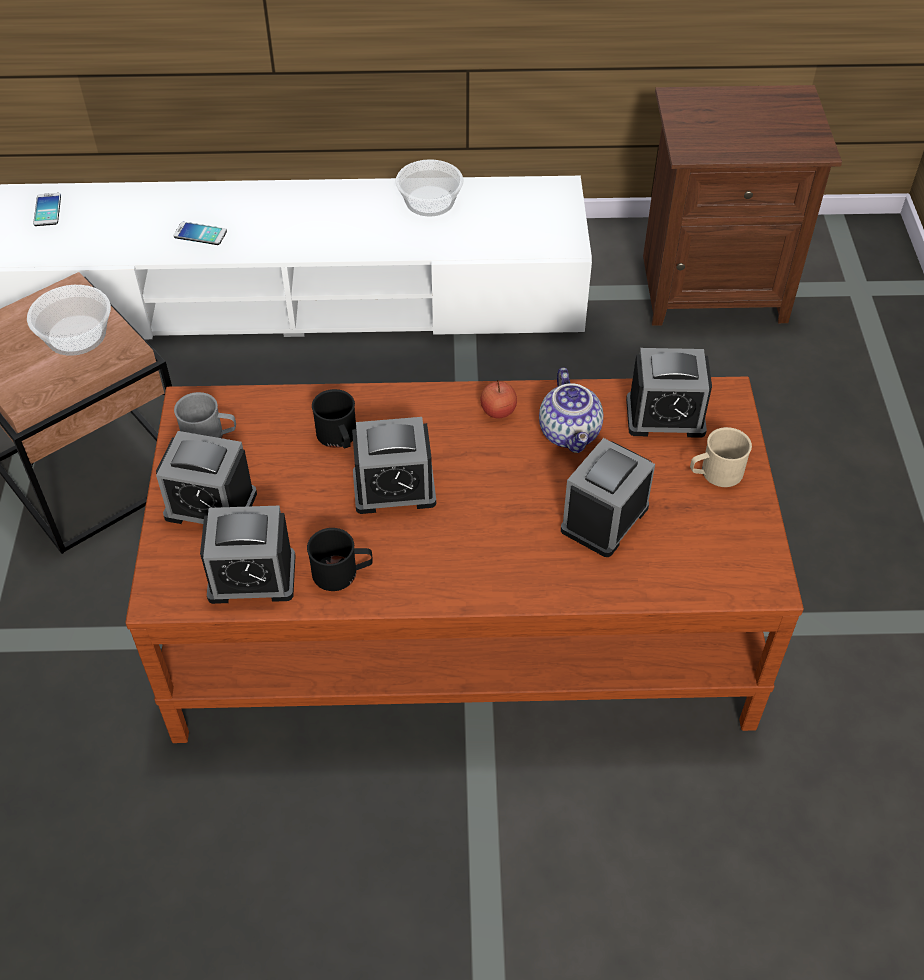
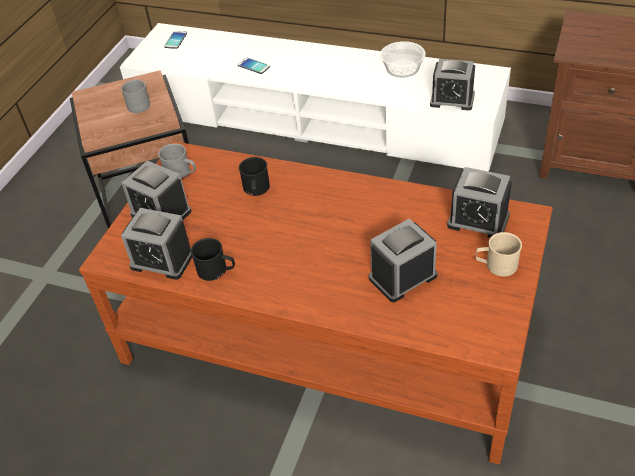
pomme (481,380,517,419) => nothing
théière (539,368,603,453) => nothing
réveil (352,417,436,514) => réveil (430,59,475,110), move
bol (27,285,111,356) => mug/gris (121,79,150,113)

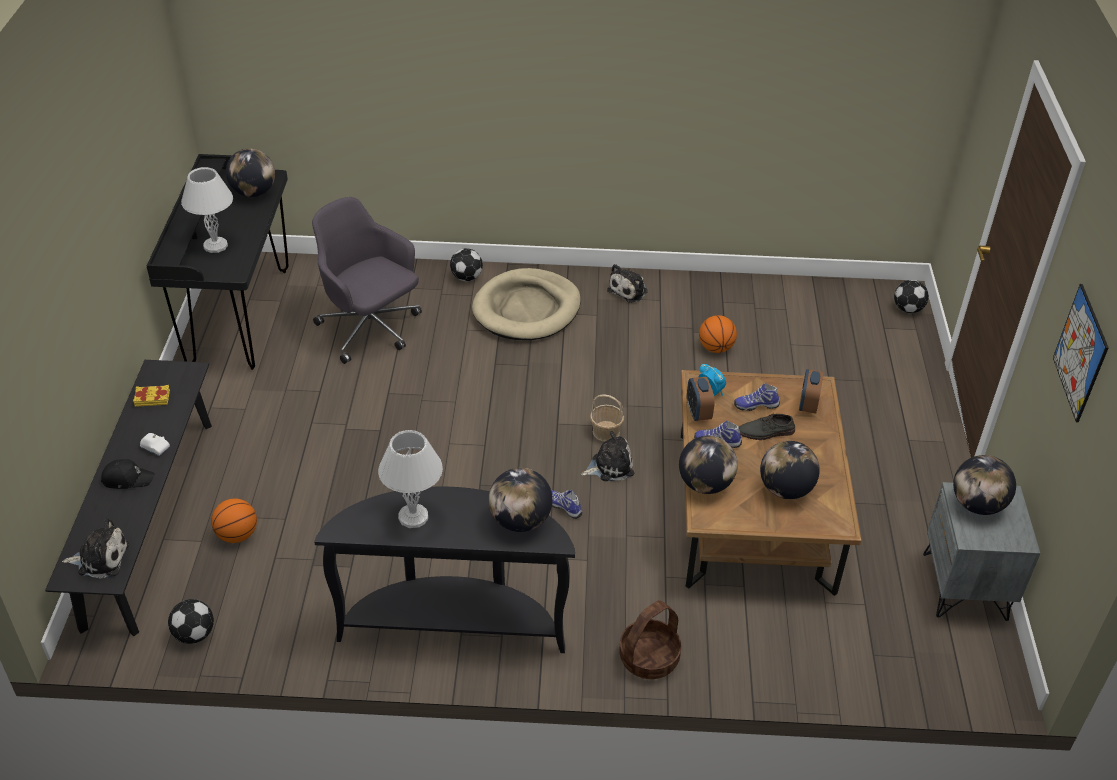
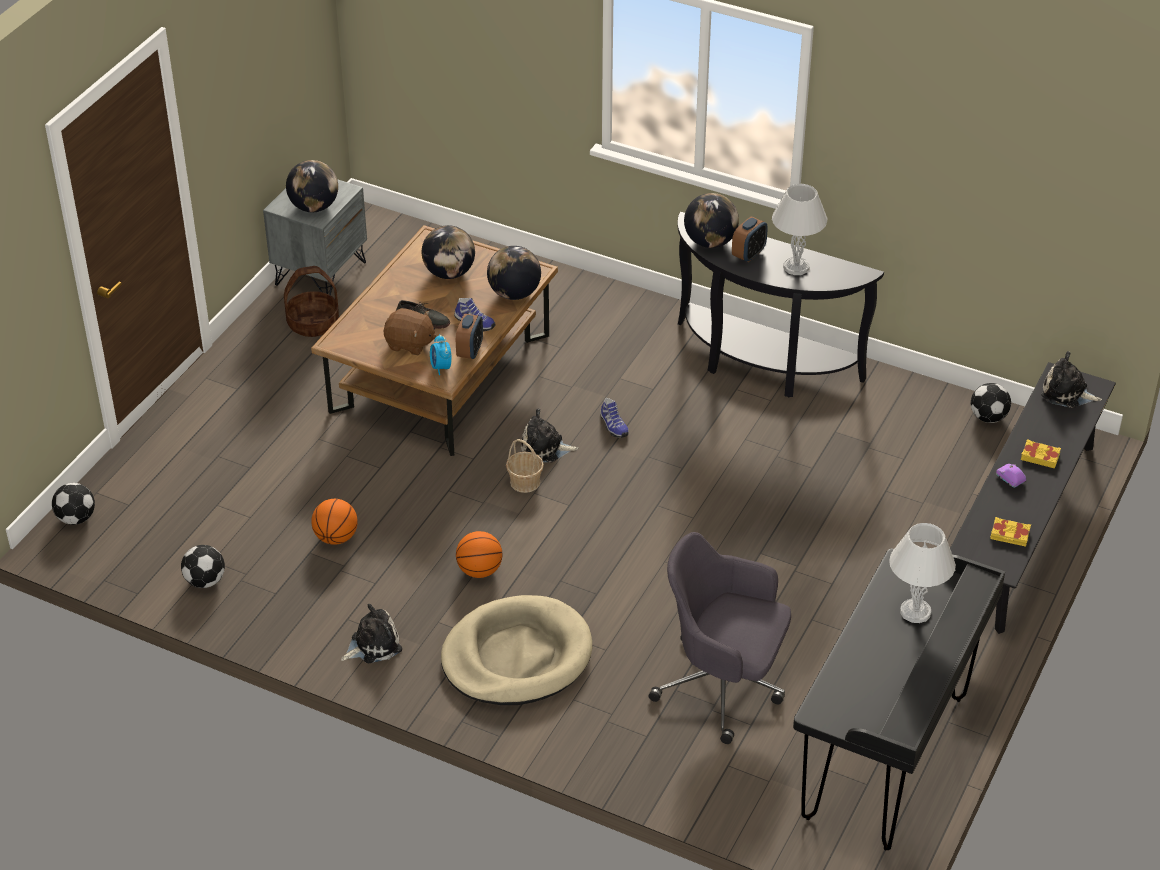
globe (226,148,275,197) => nothing
tableau (1053,284,1109,423) => nothing
ballon de basket (211,498,257,543) => ballon de basket (456,531,502,578), move
ballon de foot (450,248,483,281) => ballon de foot (181,545,225,588), move
panier (619,600,682,679) => panier (284,266,339,337), move
réveil (799,369,823,414) => réveil (732,217,768,262), move
casquette/noir (101,459,155,489) => livre/jaune (1021,439,1061,468)
chaussure (734,383,780,411) => peluche/marron (383,308,437,355)
petite voiture/blanc (140,433,170,456) => petite voiture/violet (996,464,1026,488)
chaise de bureau/gris (312,197,422,364) => chaise de bureau/gris (649,532,791,744), 135 degrees clockwise

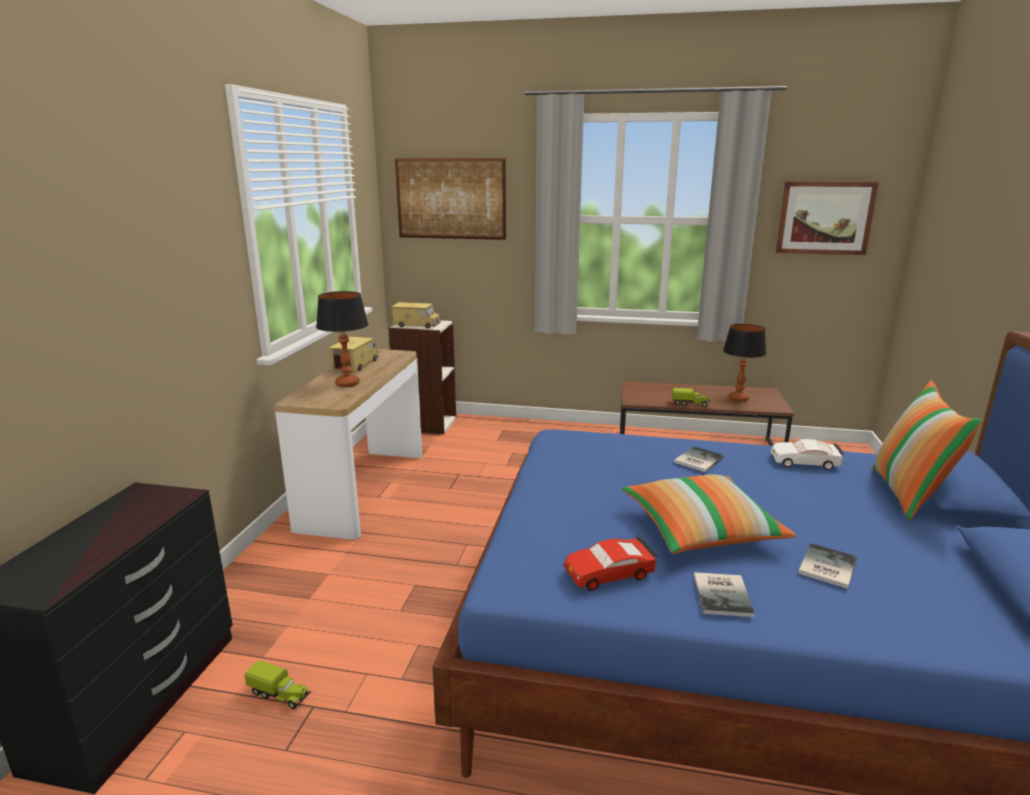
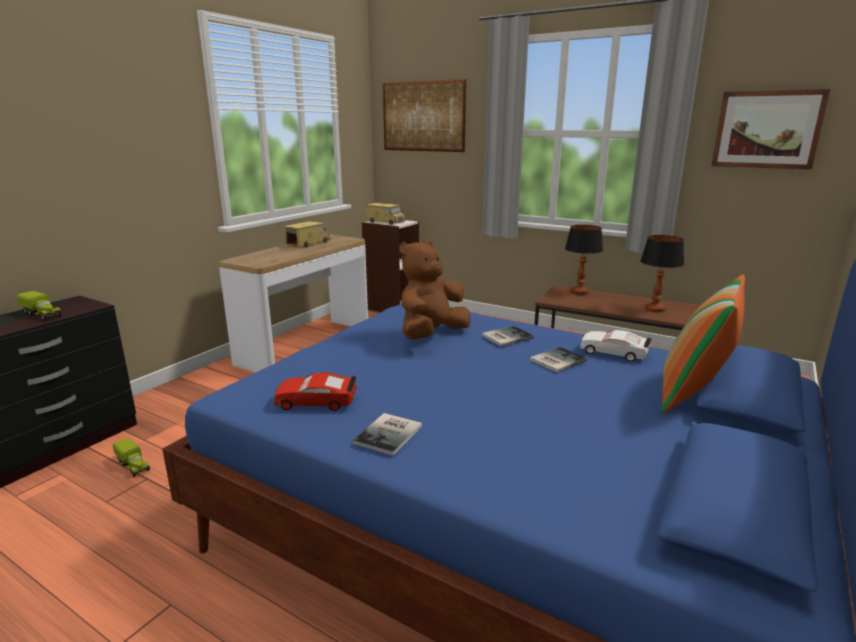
coussin (622,474,796,554) => nothing
nothing => peluche/marron (399,240,471,340)
lampe de table (316,291,368,387) => lampe de table (565,225,603,295), move
camion jouet (672,387,710,407) => camion jouet (17,291,62,321), move
livre (798,543,857,588) => livre (530,347,587,372), move

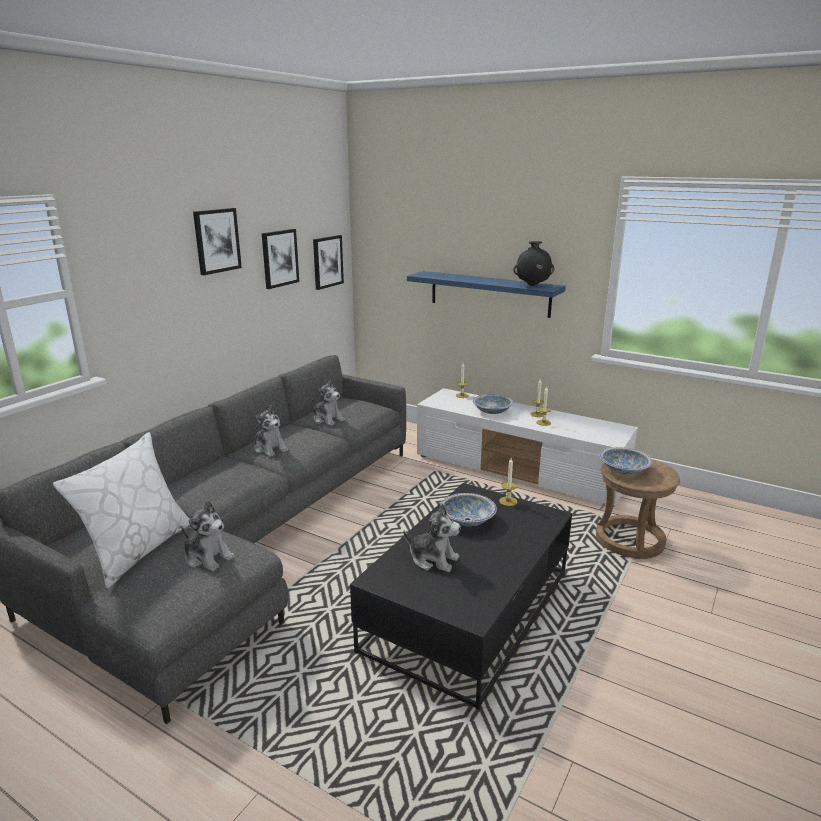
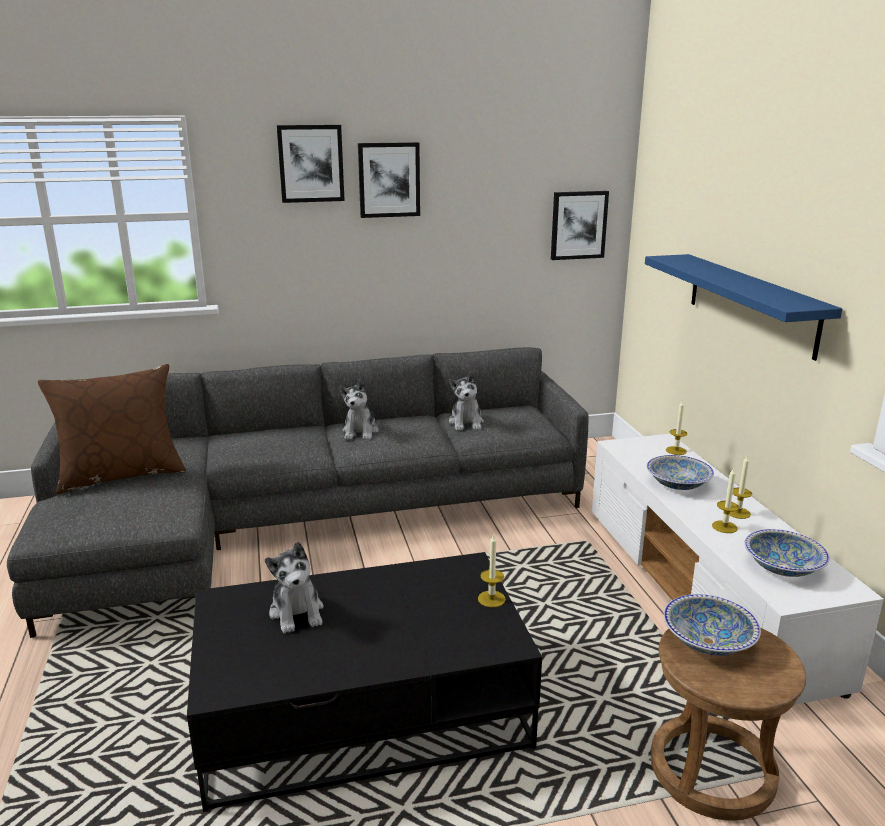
peluche (181,501,234,571) => nothing
vase/noir (513,241,554,286) => nothing
tableau (262,229,299,289) => tableau (277,125,345,203), move
bol (440,493,497,526) => bol (744,529,829,577), move
coussin/blanc (53,432,190,589) => coussin/marron (38,364,186,494)

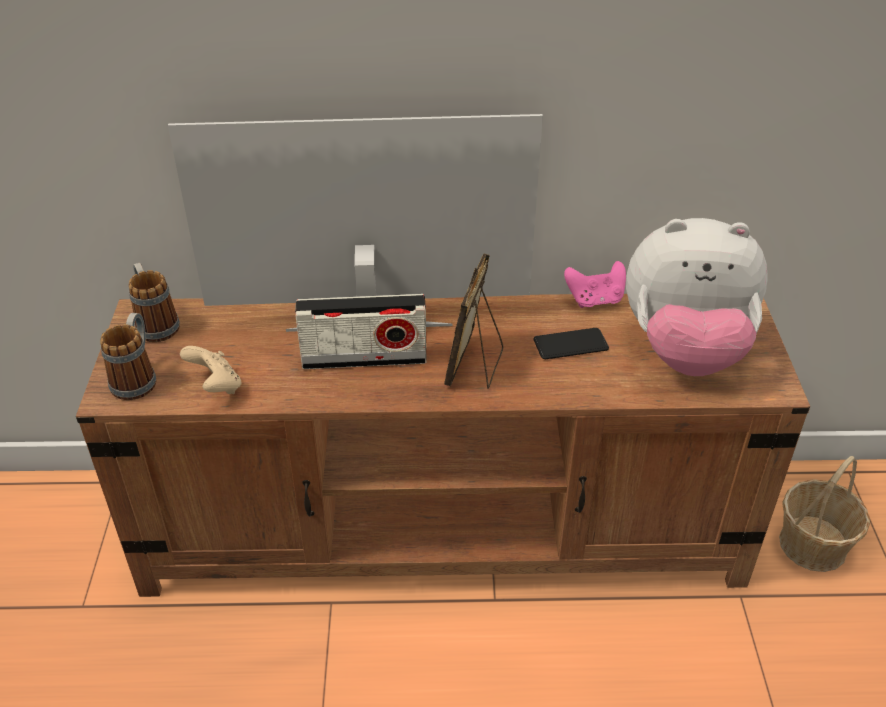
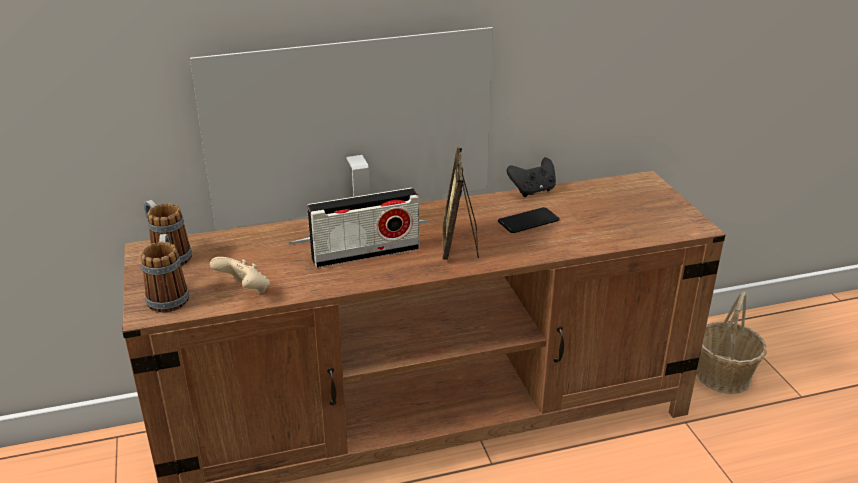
peluche (626,218,768,376) => nothing
manette/rose (564,261,626,308) => manette/noir (506,157,556,197)

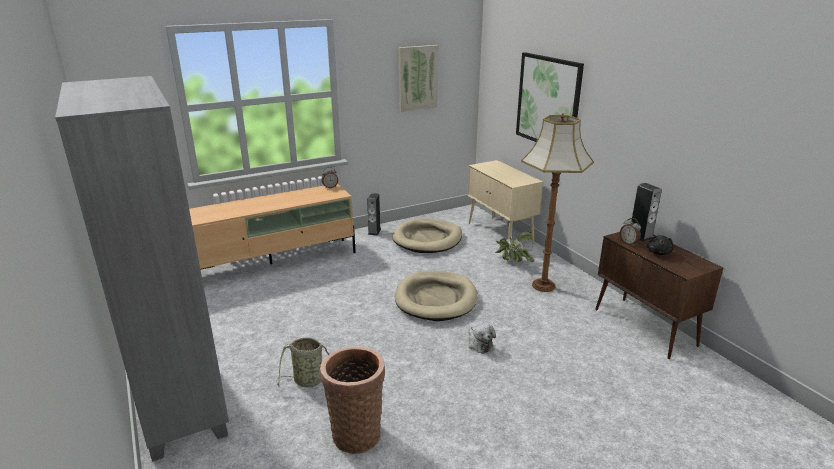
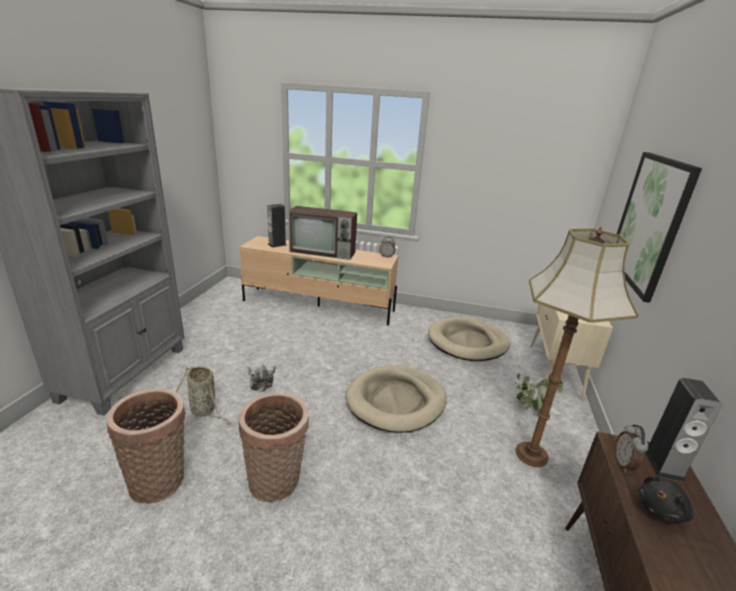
tableau (399,45,439,112) => nothing
nothing => panier (239,392,309,502)
nothing => téléviseur (288,206,357,260)
enceinte (367,193,381,235) => enceinte (267,204,287,248), move
peluche (468,324,496,354) => peluche (248,363,276,392), move

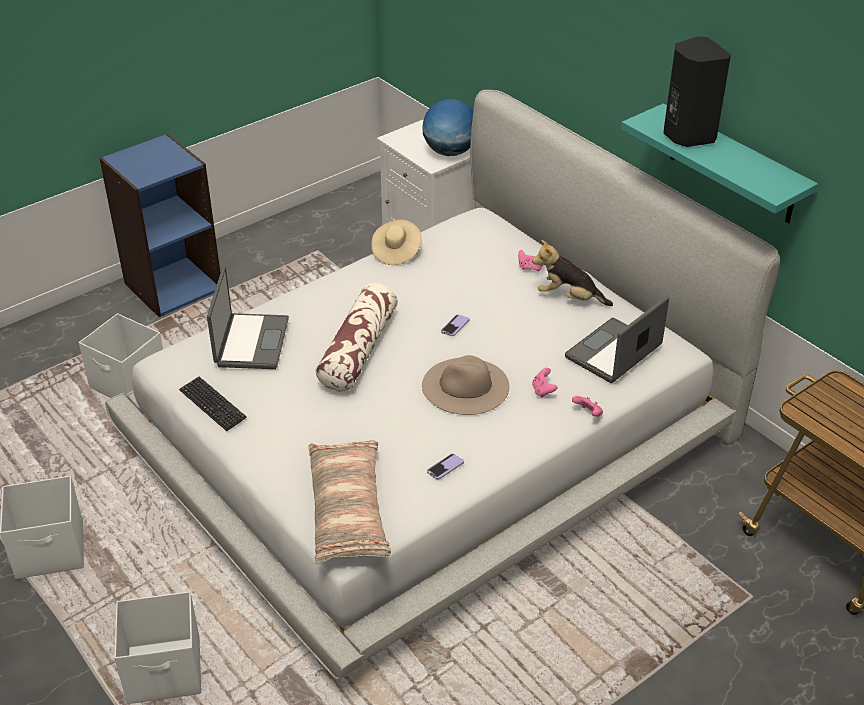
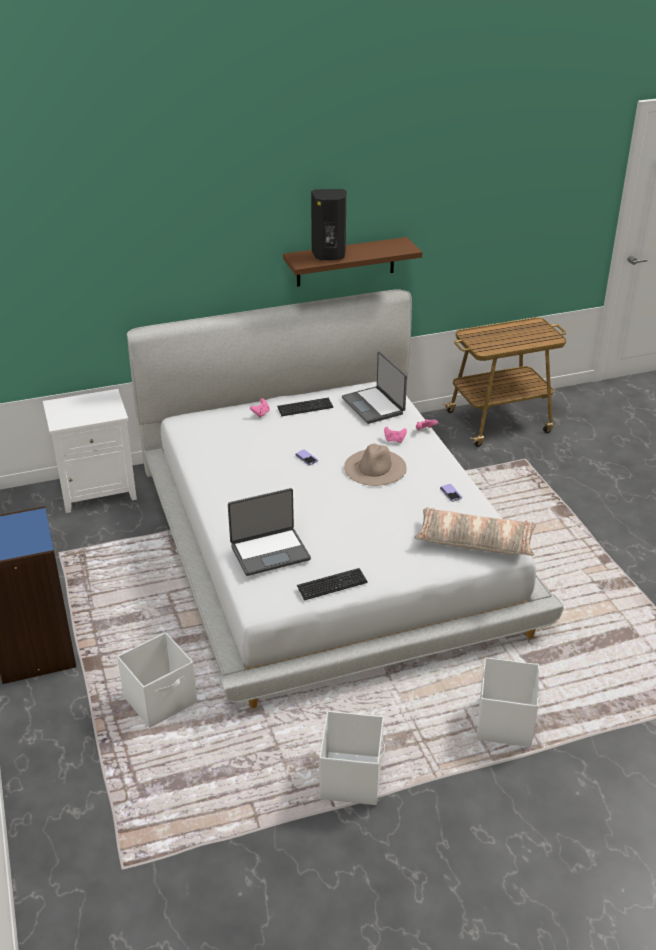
coussin (316,283,398,391) => nothing
chapeau/beige (372,220,422,265) => nothing
globe (422,99,473,156) => nothing
peluche (532,240,613,306) => clavier (277,398,333,416)
étagère/turquoise (621,104,818,224) => étagère/marron (283,237,422,287)
ordinateur portable (207,267,289,369) => ordinateur portable (228,488,311,576), 135 degrees clockwise

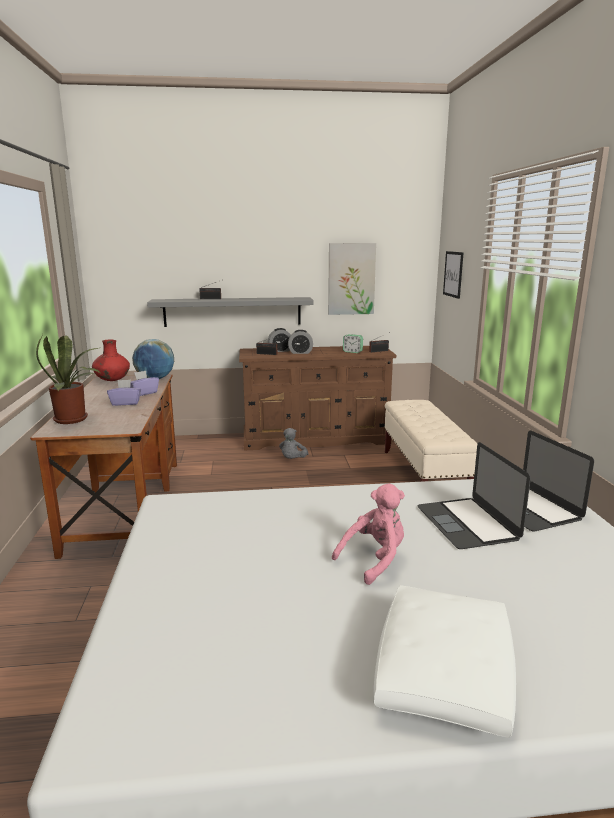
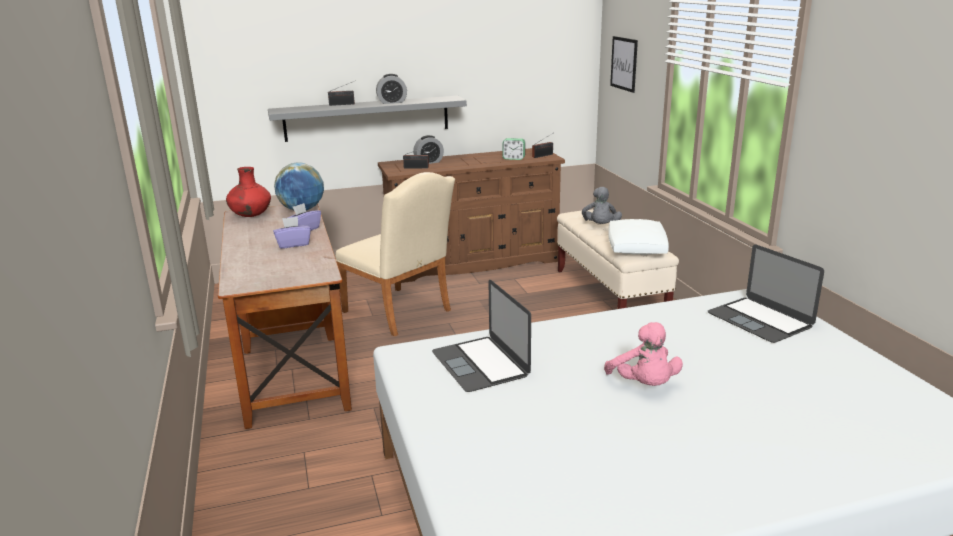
plante en pot (36,334,101,424) => nothing
tableau (328,243,376,315) => nothing
nothing => chaise/beige (336,172,455,337)
peluche/gris (279,428,309,459) => peluche/gris (582,187,622,224), move
réveil (288,330,313,354) => réveil (376,74,407,104), move
coussin/blanc (373,585,516,738) => coussin/blanc (608,219,669,255), move
ordinateur portable (418,442,531,549) => ordinateur portable (432,280,531,392), move
peluche/rose (332,483,405,585) => peluche/rose (604,322,683,386), 120 degrees clockwise

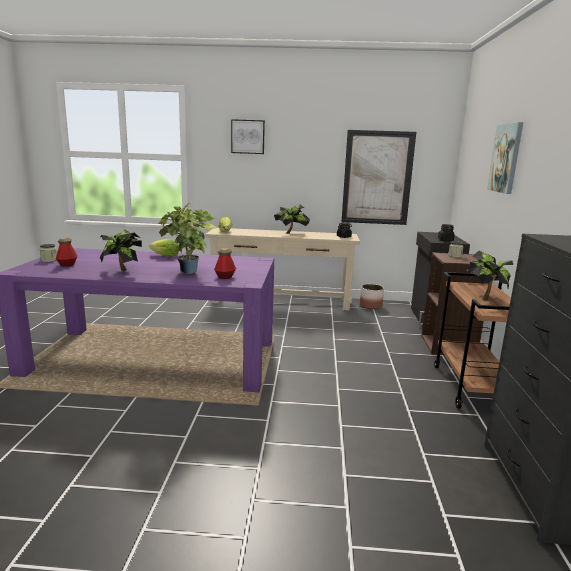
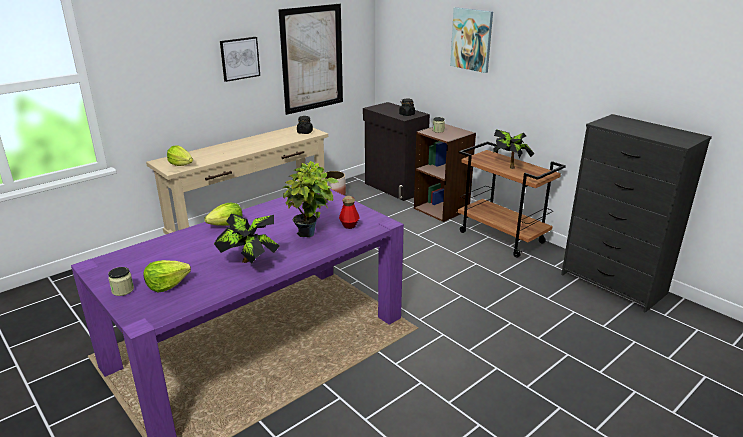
plante en pot (274,205,310,234) => nothing
tableau (231,119,265,154) => tableau (220,37,260,82), move
bouteille (56,237,77,267) => laitue (143,260,191,292)

